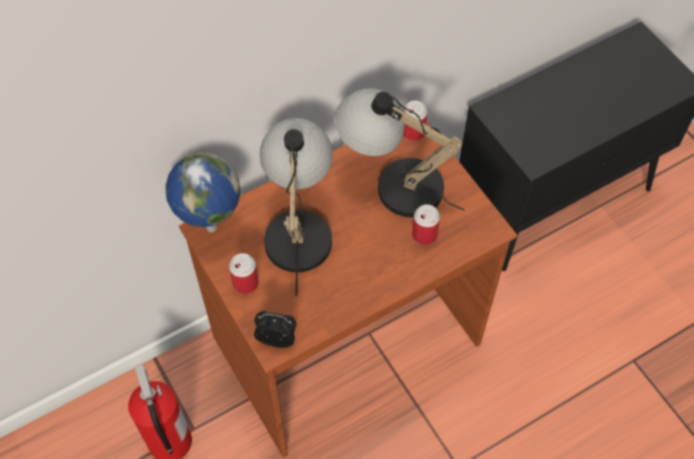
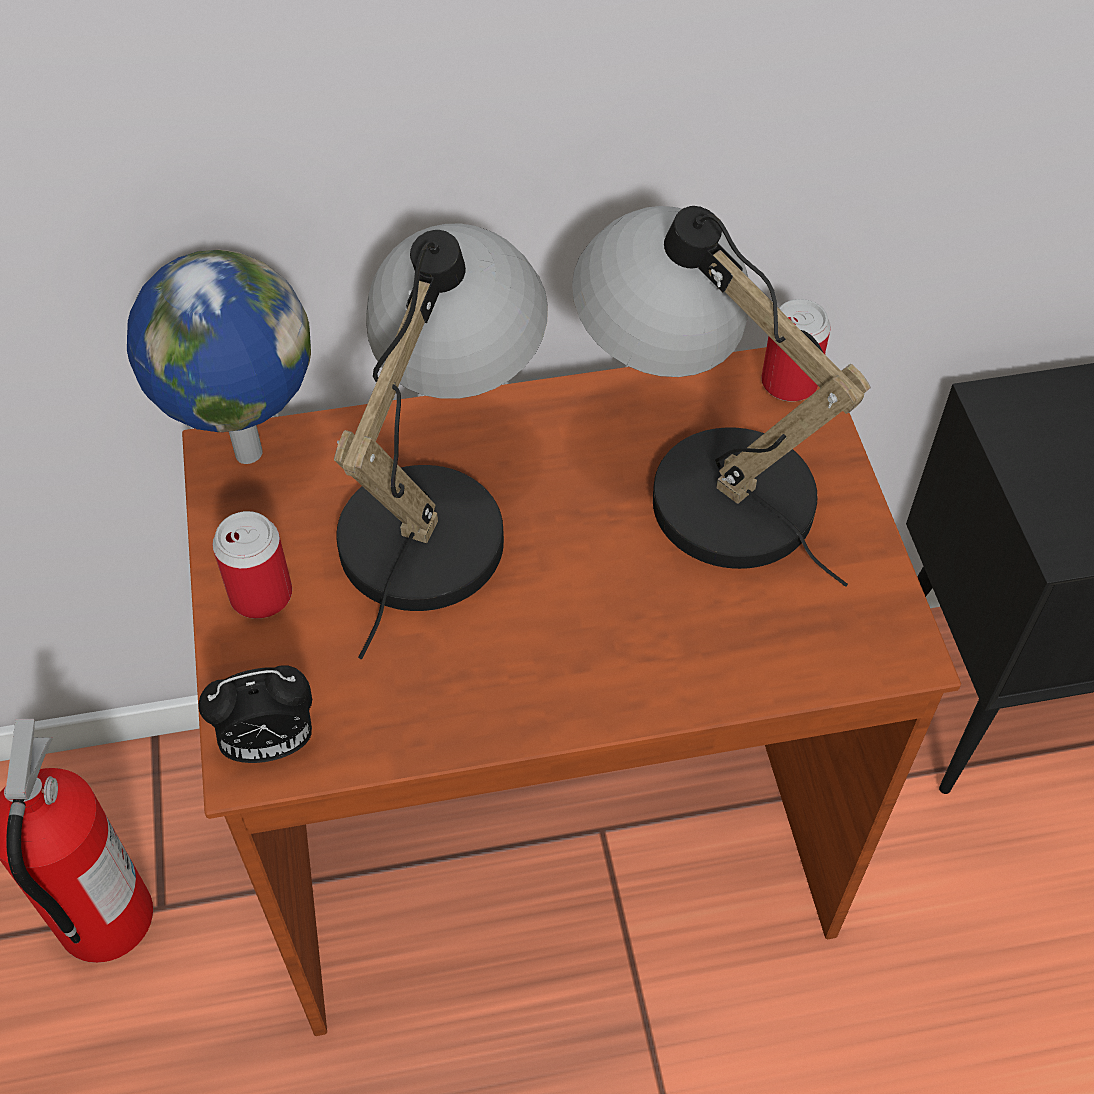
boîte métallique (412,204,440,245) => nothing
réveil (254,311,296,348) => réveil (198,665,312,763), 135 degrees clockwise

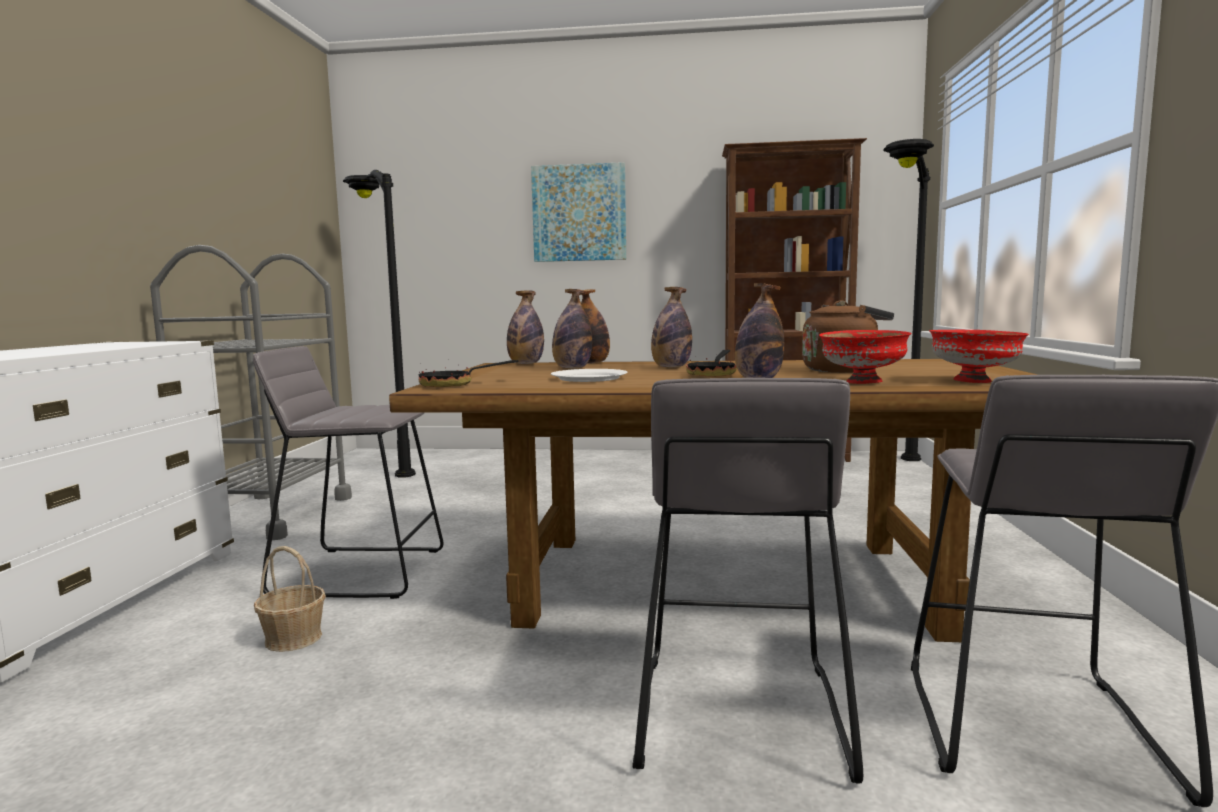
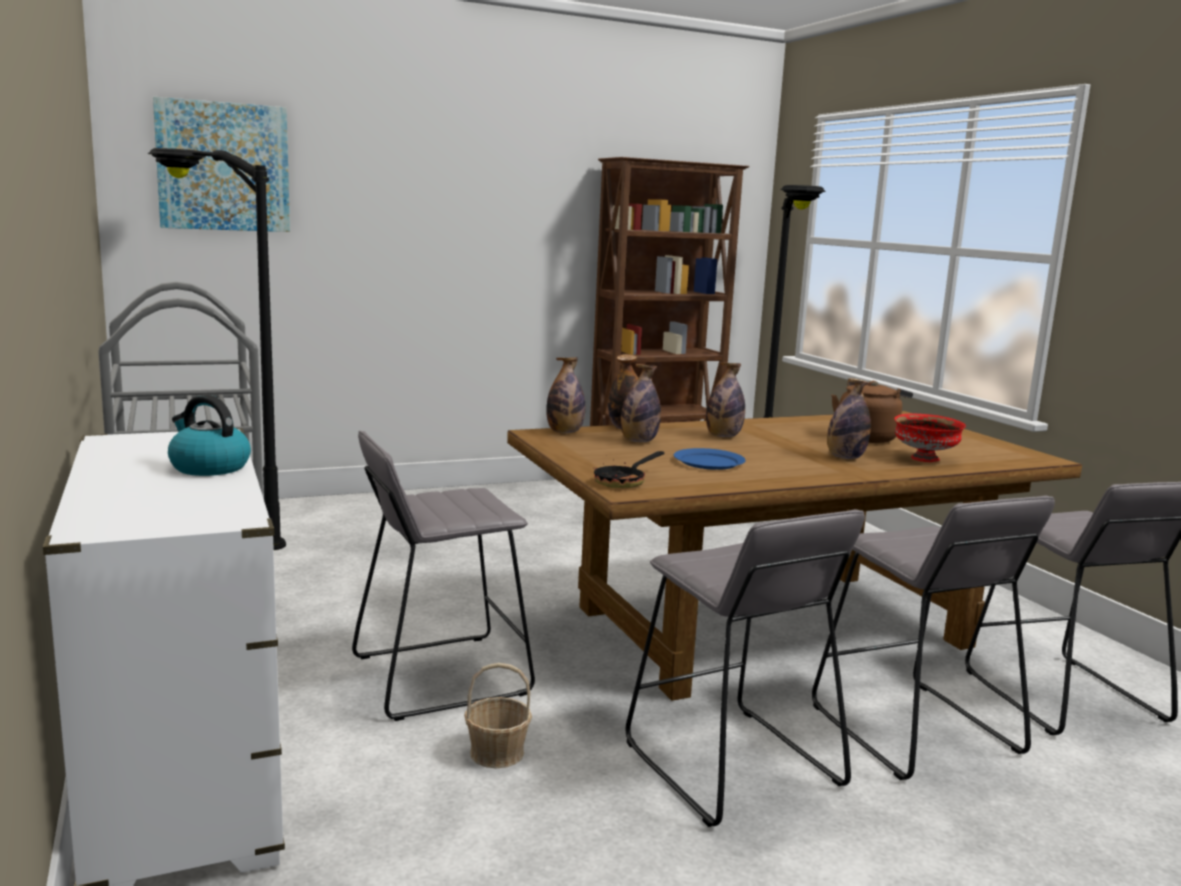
poêle (686,350,737,377) => nothing
bol/rouge (929,330,1029,383) => nothing
nothing => bouilloire (168,395,251,476)
nothing => tabouret/gris (626,509,865,827)
tableau (531,162,626,262) => tableau (153,97,290,232), move
assiette/blanc (551,369,628,382) => assiette/bleu (674,448,746,470)

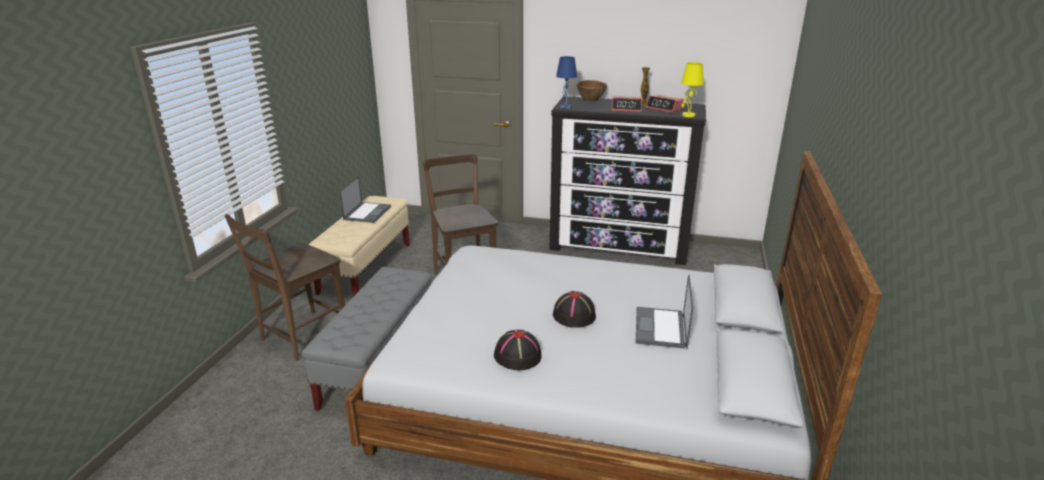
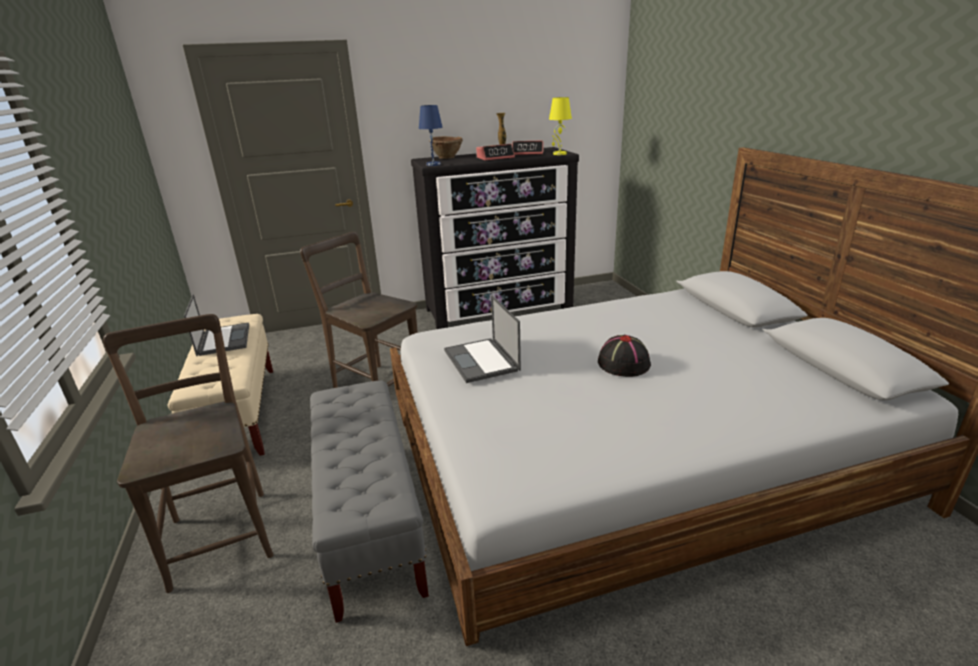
chapeau/noir (494,330,541,370) => nothing
ordinateur portable (636,275,693,349) => ordinateur portable (444,295,521,383), move
chaise/marron (225,214,345,361) => chaise/marron (103,314,273,593), 150 degrees clockwise

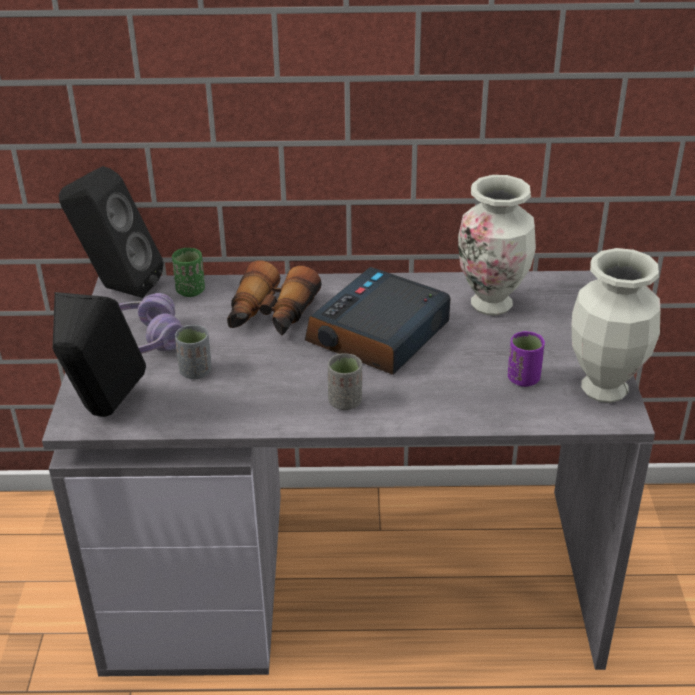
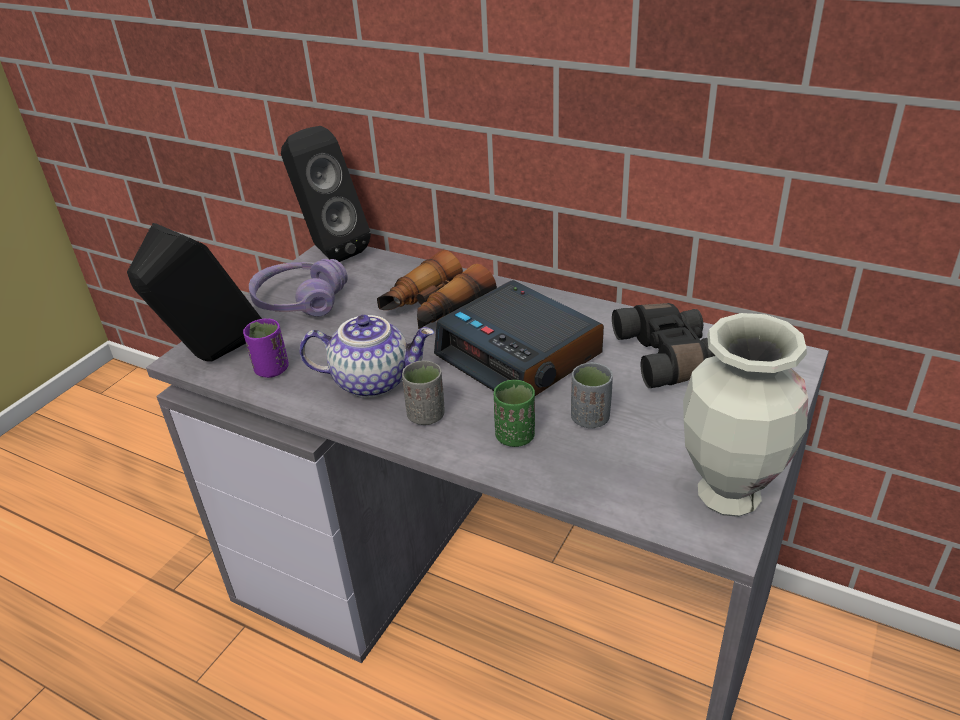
nothing => théière (299,315,434,398)
tasse/vert (172,248,205,297) => tasse/vert (494,380,535,447), move
tasse/gris (175,325,211,379) => tasse/gris (571,362,613,428), move
tasse/violet (508,331,545,387) => tasse/violet (243,319,289,378), move
vase (458,175,536,316) => jumelles/noir (612,303,716,388)
réveil (305,267,451,375) => réveil (434,280,604,396), 105 degrees counterclockwise

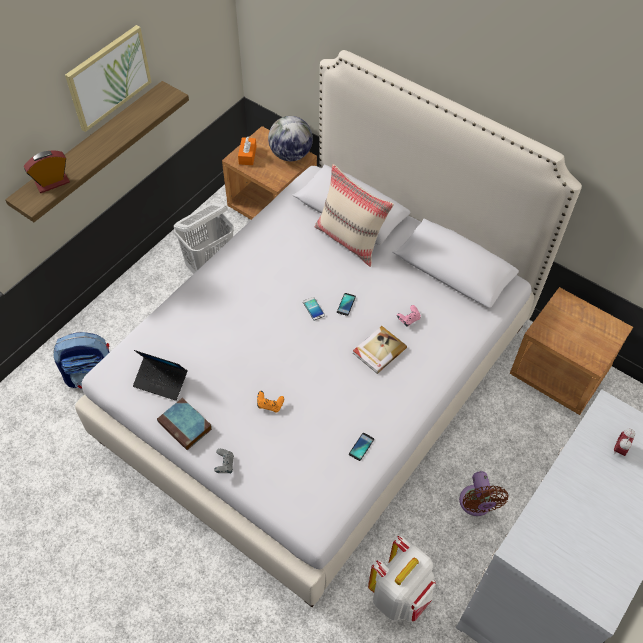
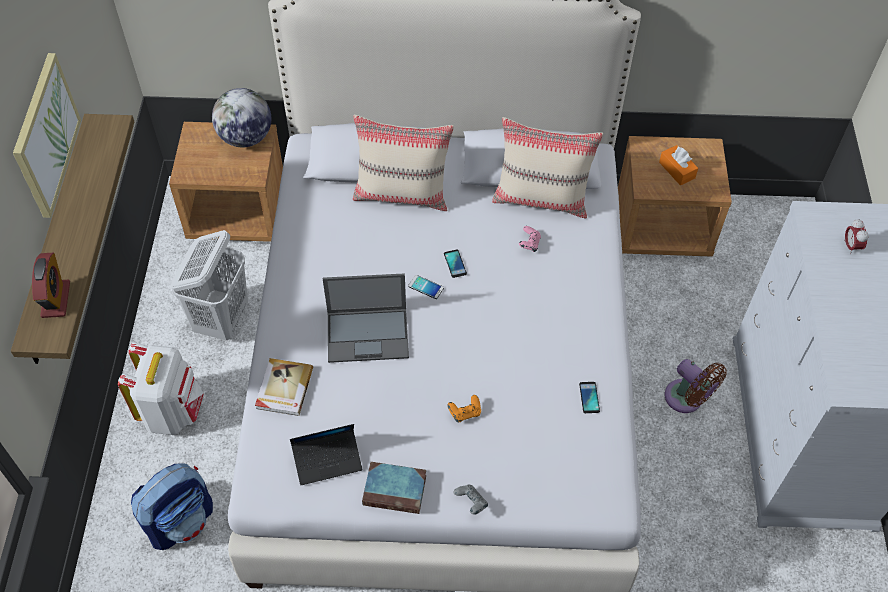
nothing => ordinateur portable (323,273,409,363)
nothing => coussin/beige (492,117,603,218)
boîte à mouchoirs/orange (238,136,257,165) => boîte à mouchoirs/orange (659,145,698,185), move
livre (353,326,407,374) => livre (255,358,313,416), move
sac à dos/blanc (368,535,436,622) => sac à dos/blanc (118,342,204,435), move
réveil (24,150,70,193) => réveil (32,253,70,318), 150 degrees clockwise

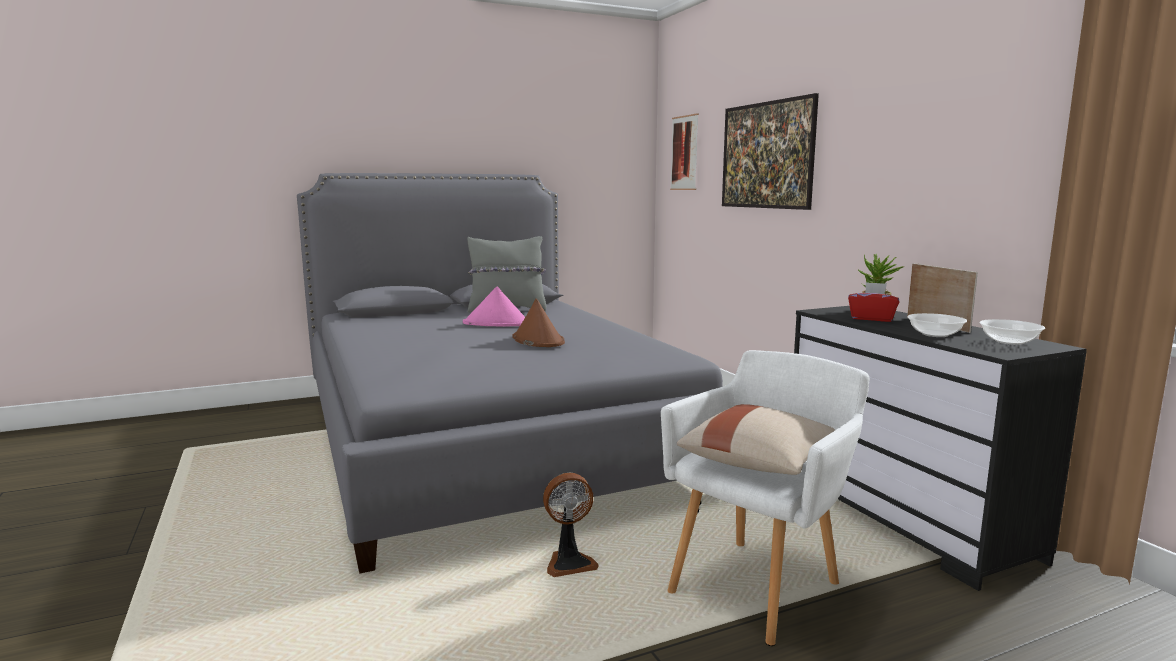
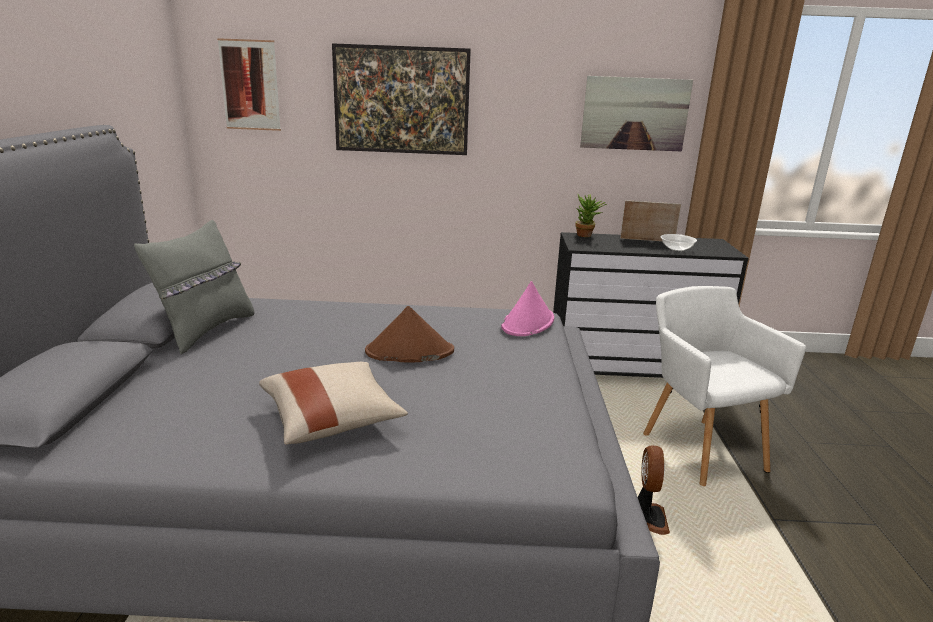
boîte à mouchoirs/rouge (848,282,900,322) => nothing
bol (980,319,1045,345) => nothing
nothing => tableau (580,76,693,152)
chapeau/rose (463,286,525,327) => chapeau/rose (501,281,554,336), move
coussin/beige (677,404,835,475) => coussin/beige (259,362,408,445), move

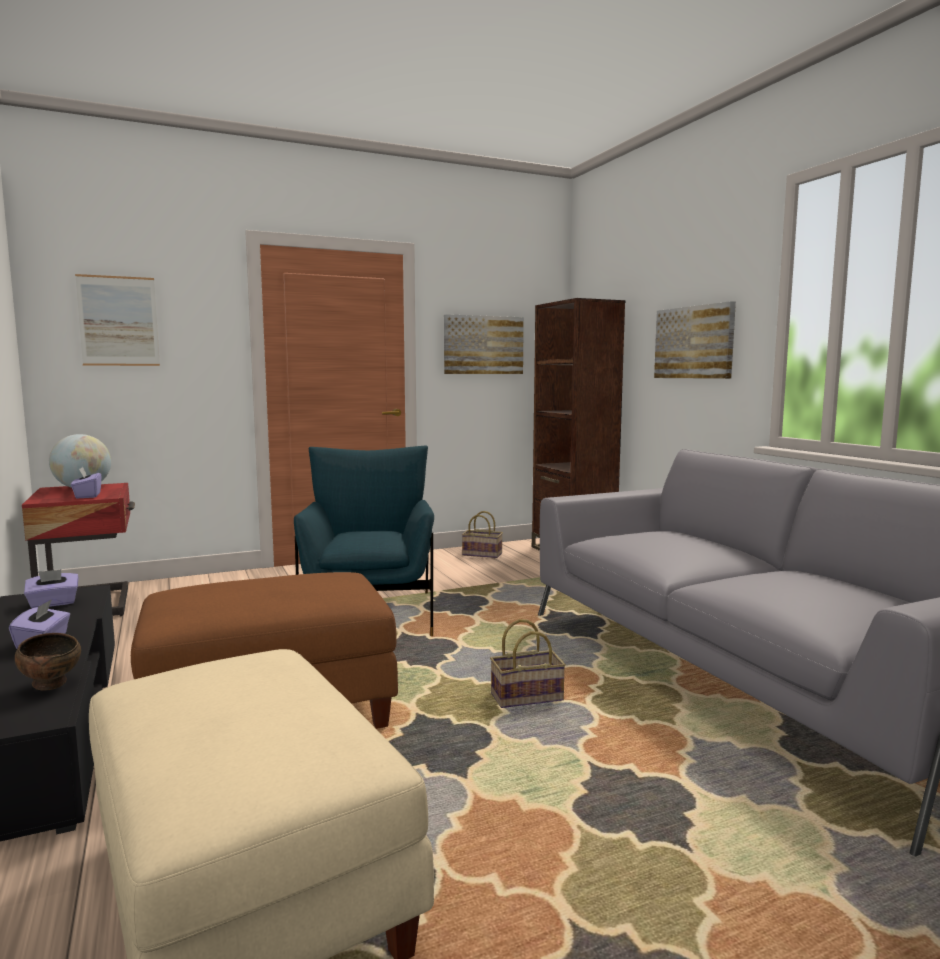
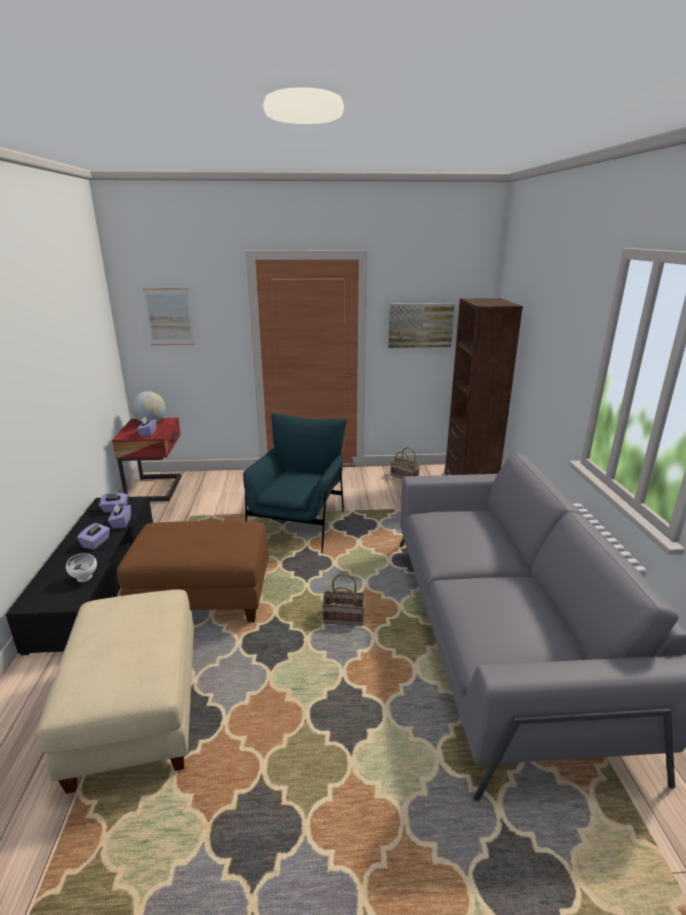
tableau (654,301,736,379) => nothing
nothing => boîte à mouchoirs/violet (108,503,131,529)
bol/marron (15,633,81,691) => bol/blanc (66,553,97,582)

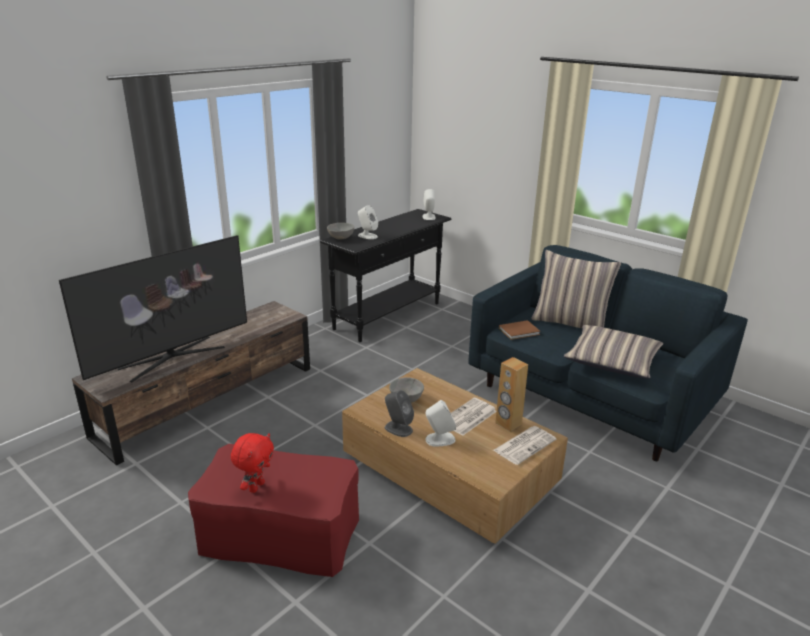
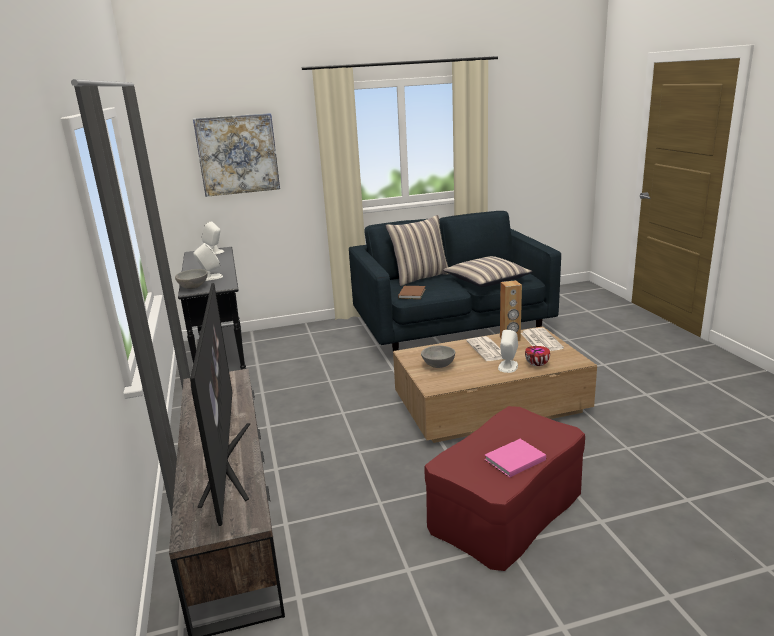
enceinte/gris (385,390,414,437) => nothing
nothing => tableau (193,113,280,197)
nothing => bol (525,346,550,366)
peluche/rouge (231,433,274,493) => livre/rose (484,439,546,478)

